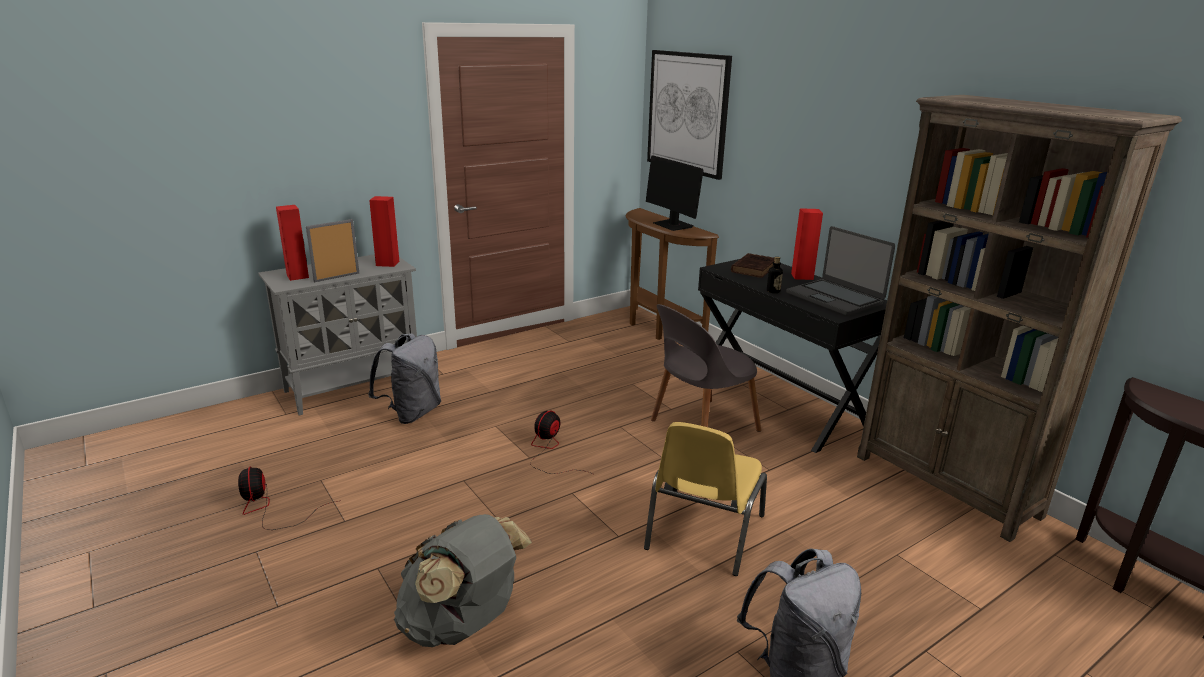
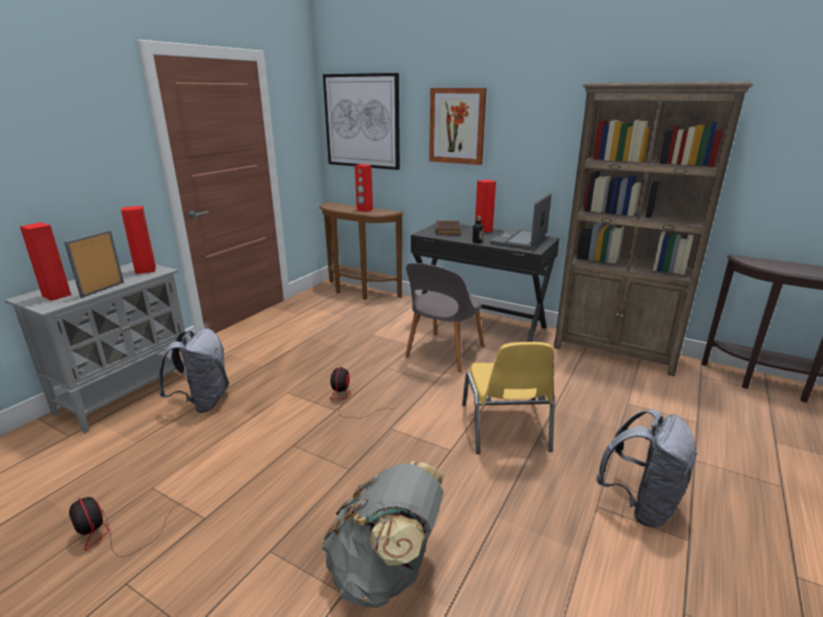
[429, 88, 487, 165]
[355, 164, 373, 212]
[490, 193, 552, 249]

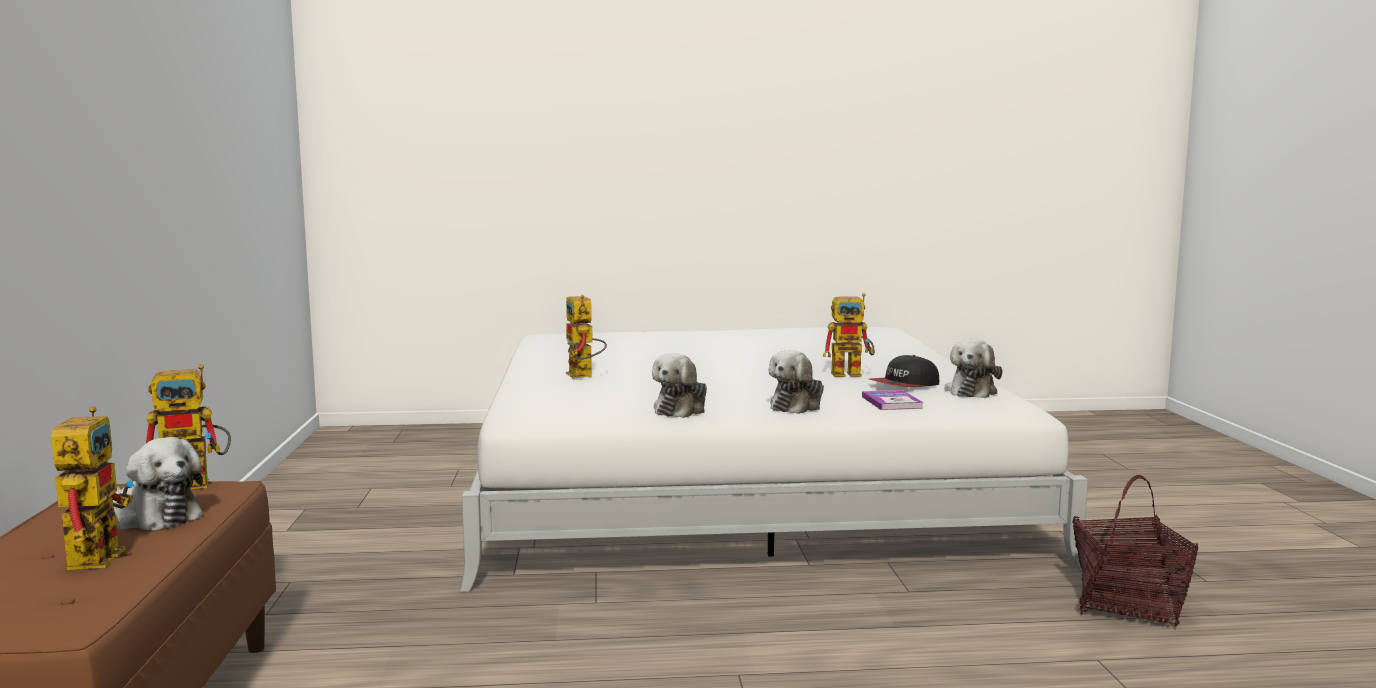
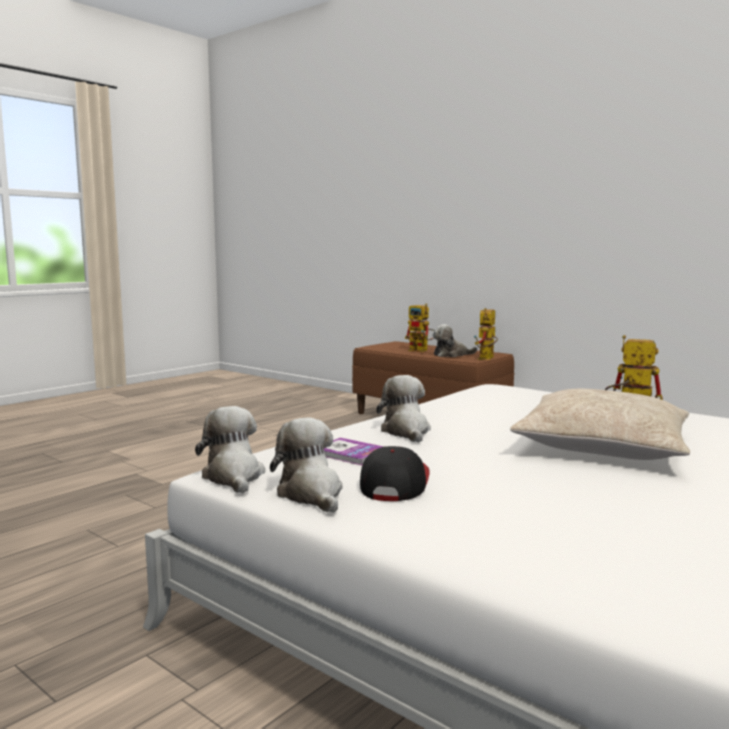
[823, 293, 875, 377] (first image)
[1072, 475, 1198, 627] (first image)
[510, 389, 690, 460]
[195, 406, 265, 493]

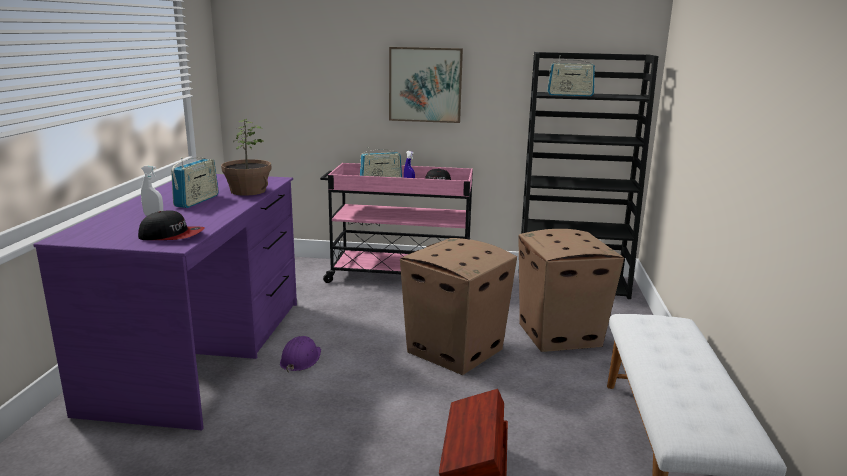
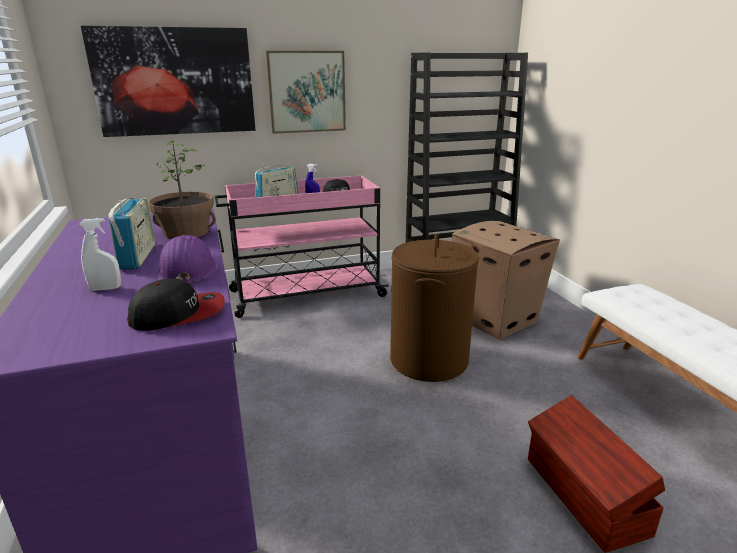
[547, 56, 595, 96] (first image)
[81, 26, 255, 137]
[157, 235, 216, 283]
[390, 233, 479, 382]

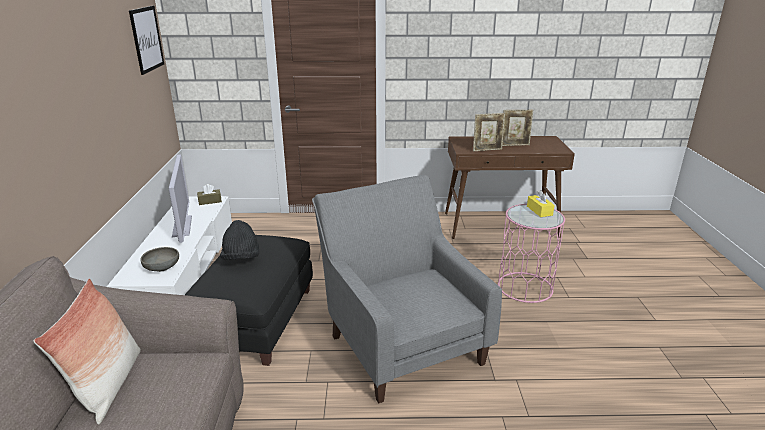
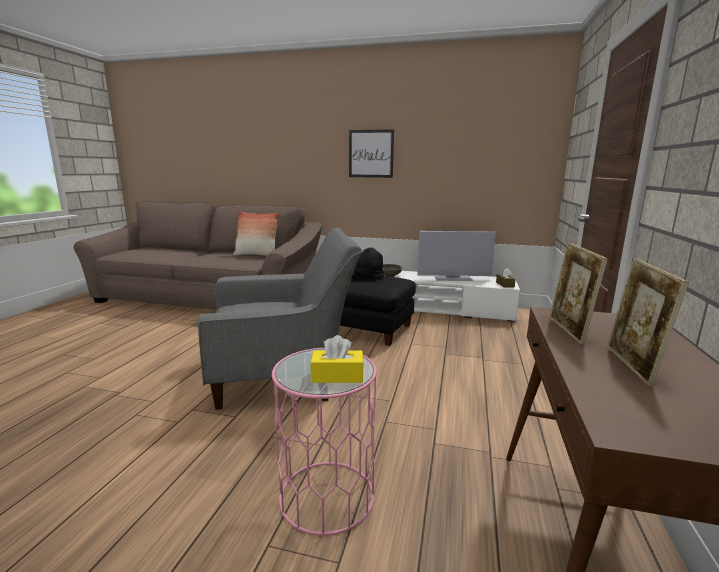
[349, 129, 394, 178]

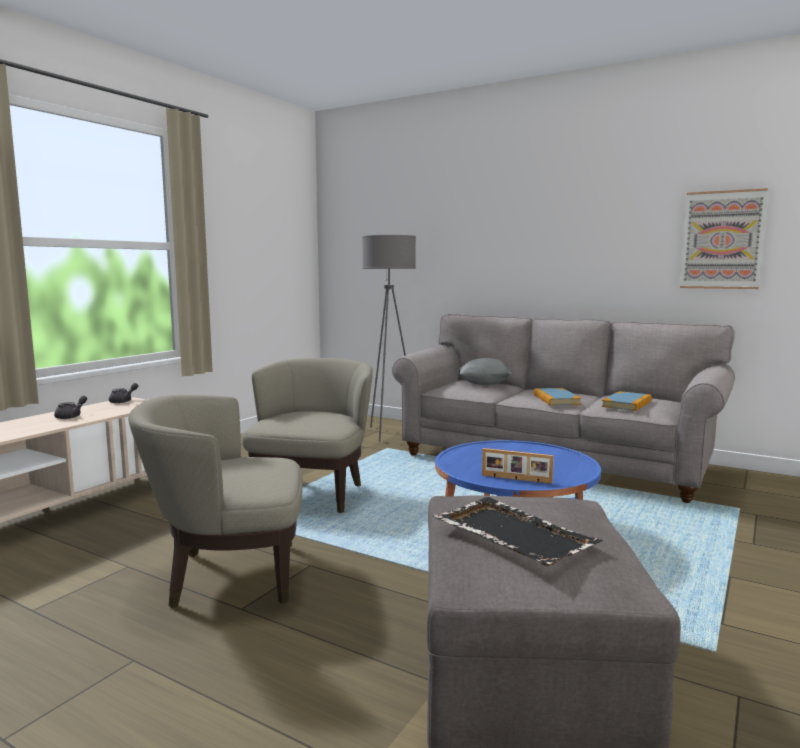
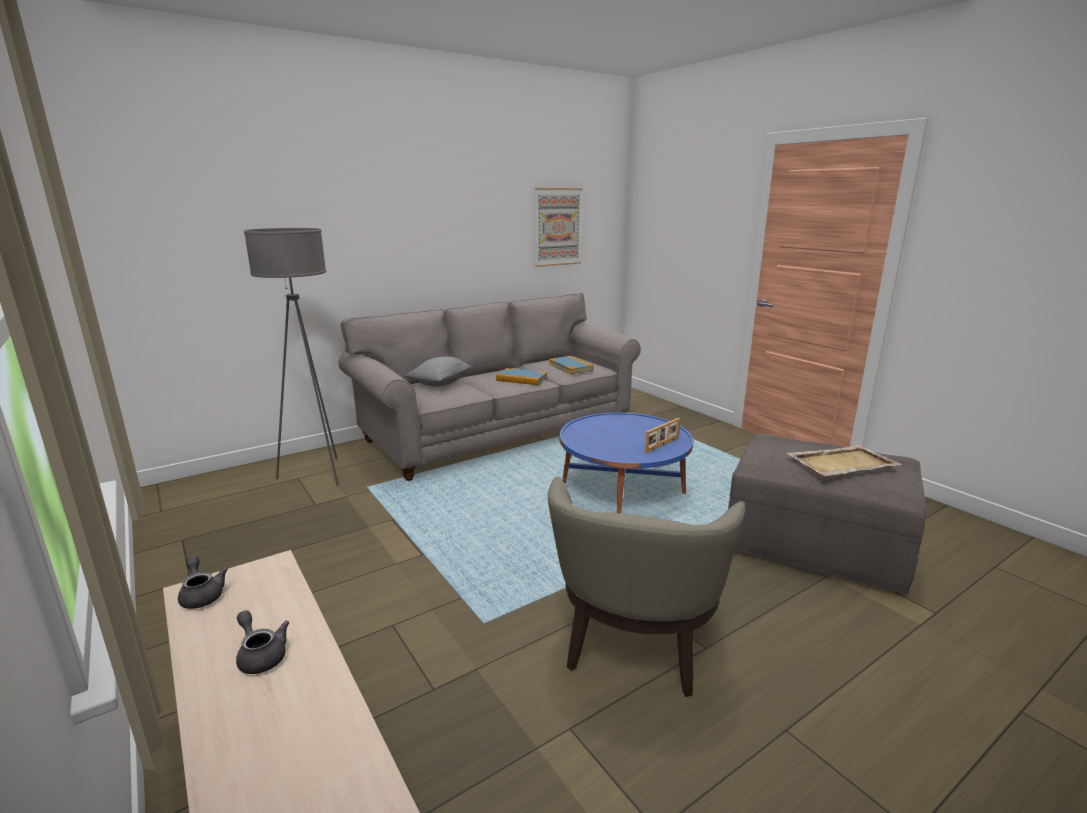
[242, 358, 373, 513] (first image)
[786, 445, 902, 476]

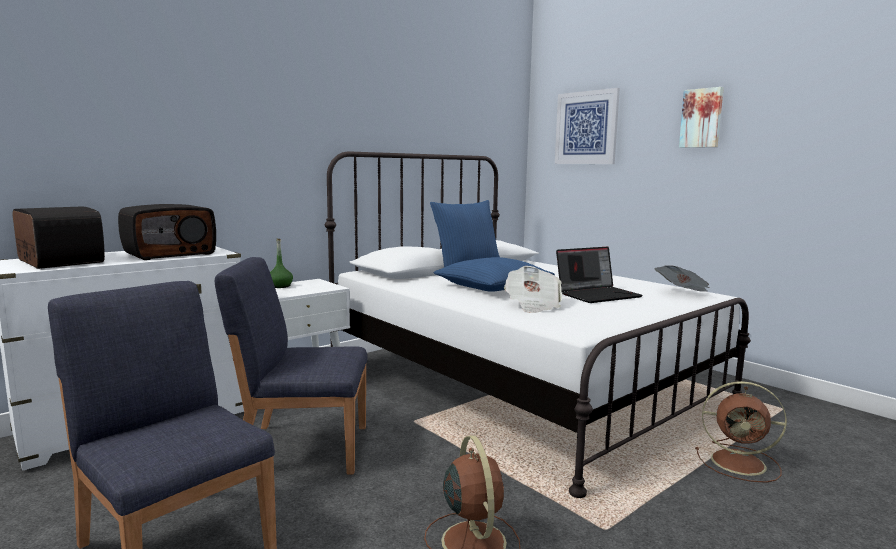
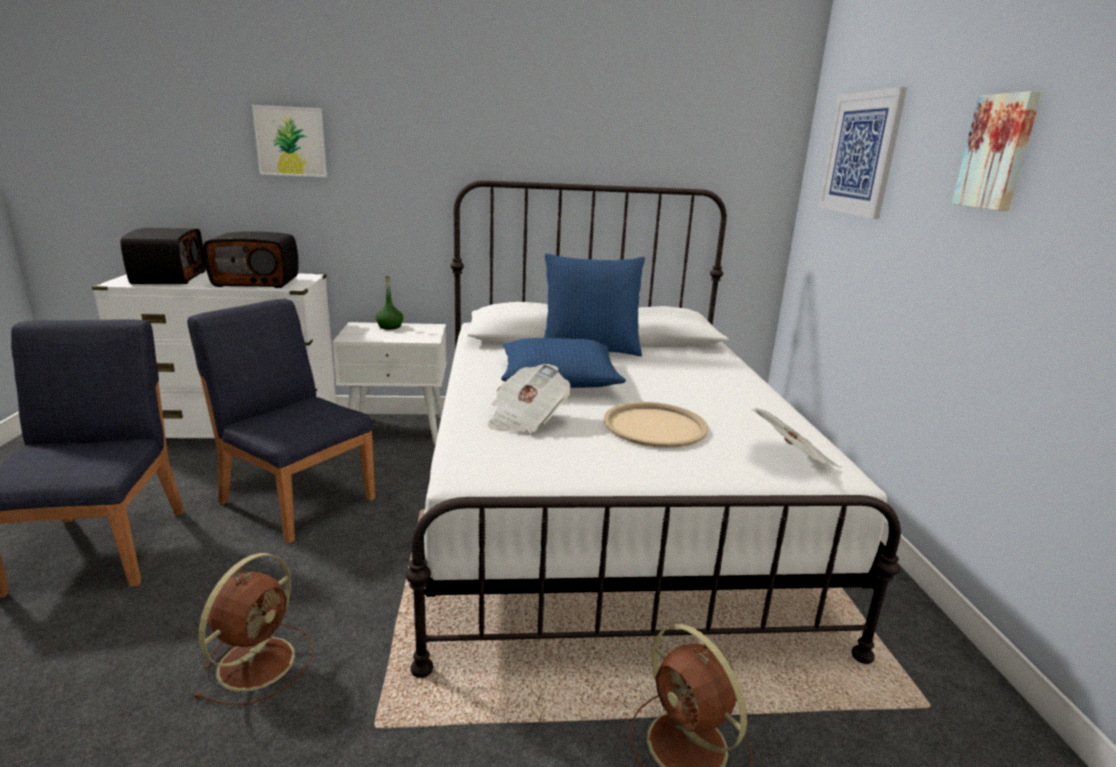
[252, 105, 327, 177]
[604, 402, 708, 448]

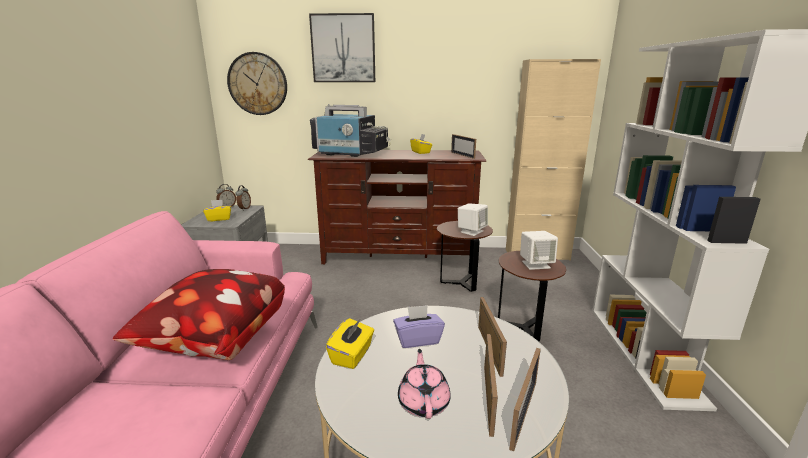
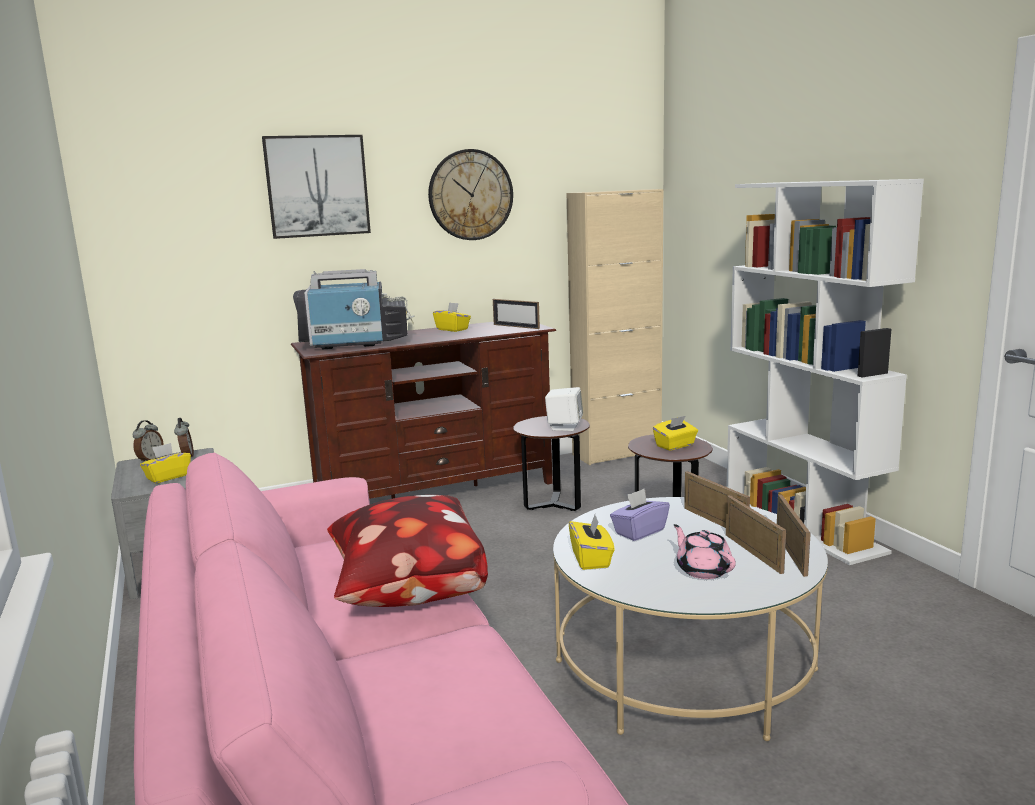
[428, 149, 513, 240]
[653, 416, 698, 451]

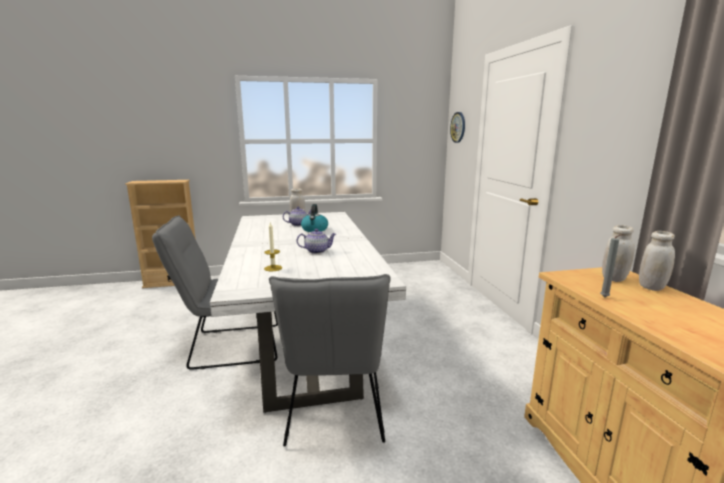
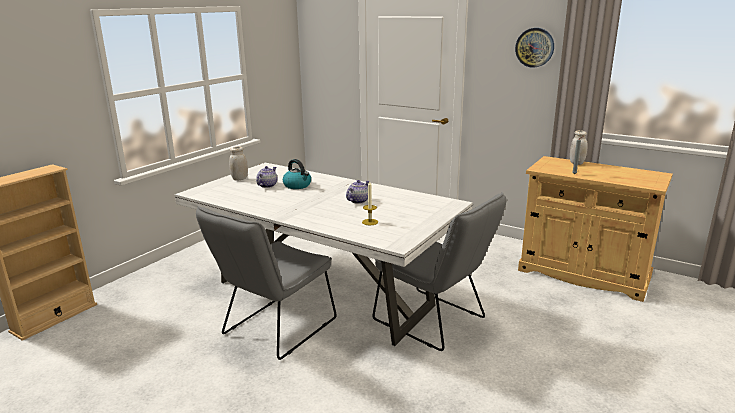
[602, 225, 635, 282] (first image)
[515, 28, 554, 68]

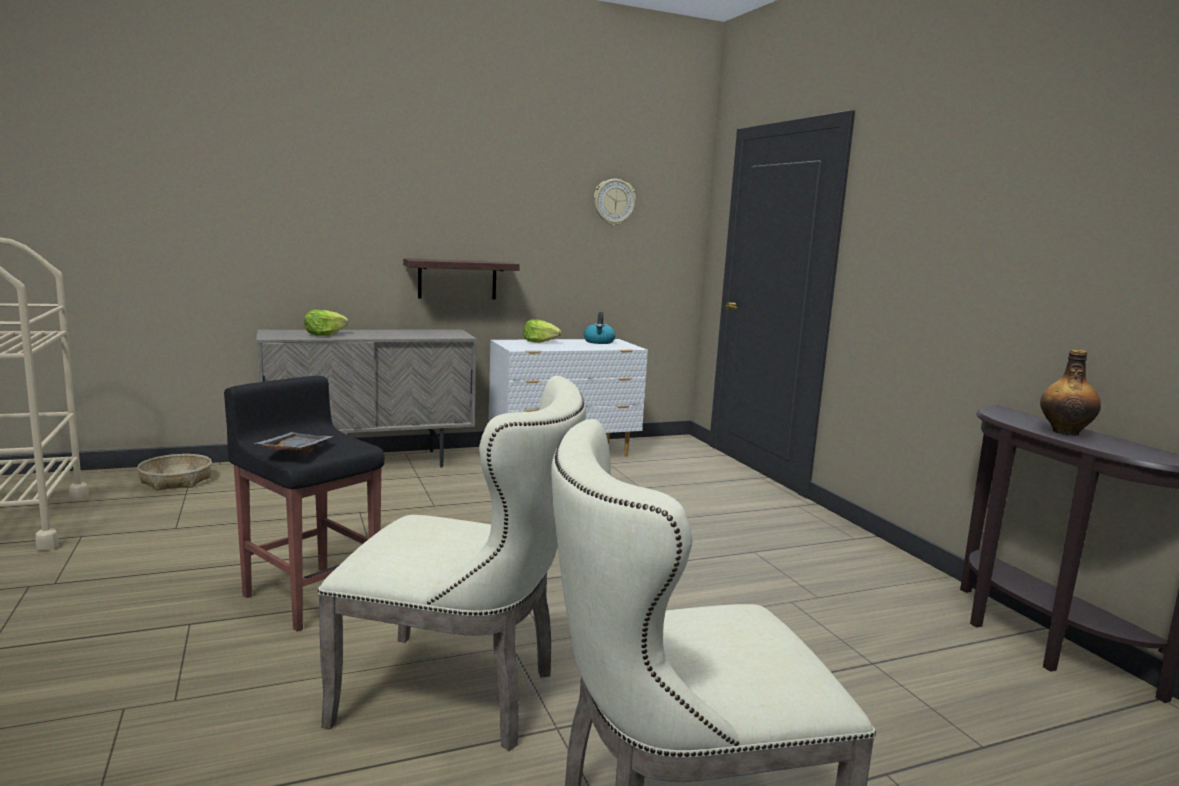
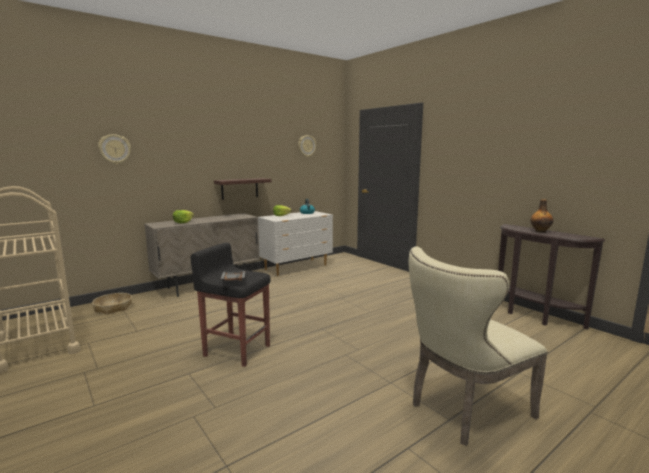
[318, 376, 586, 751] (first image)
[98, 134, 131, 164]

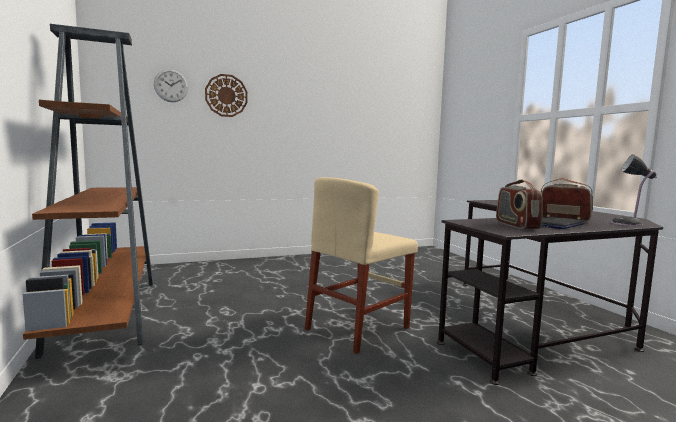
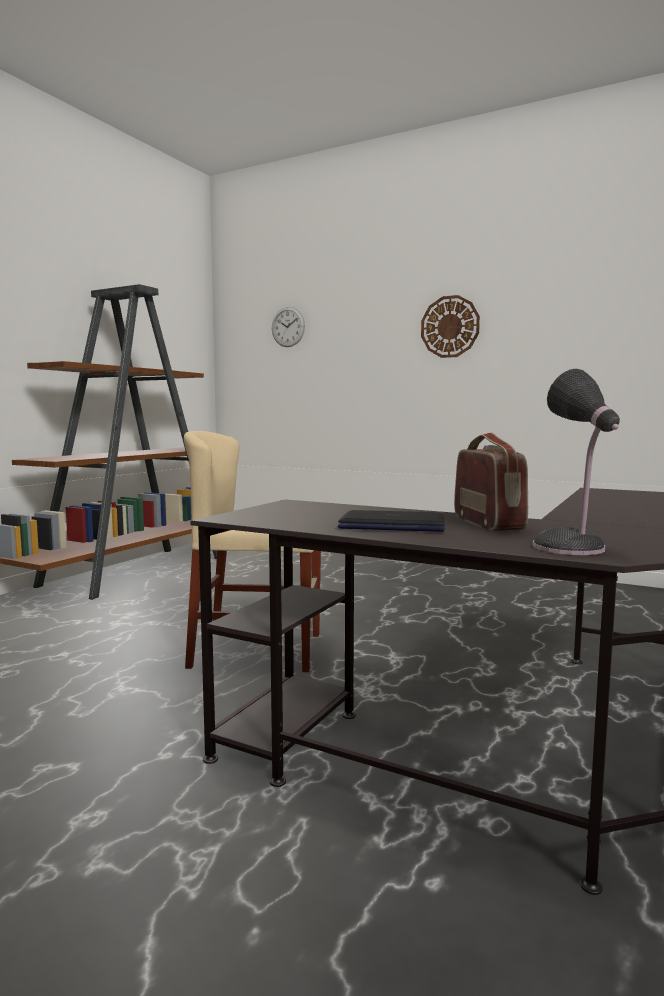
[496, 180, 543, 229] (first image)
[421, 295, 480, 358]

